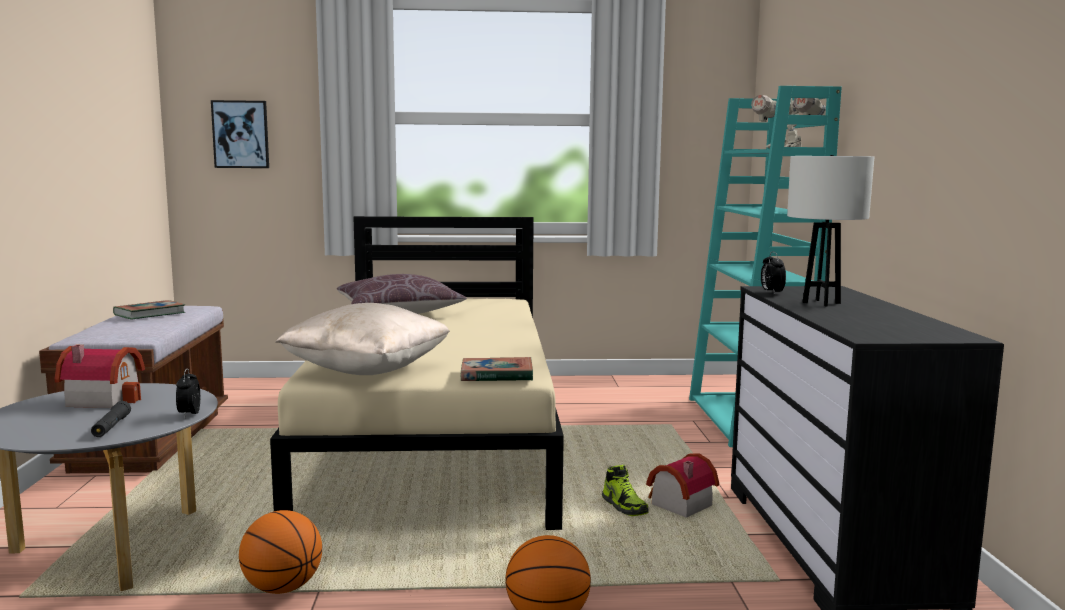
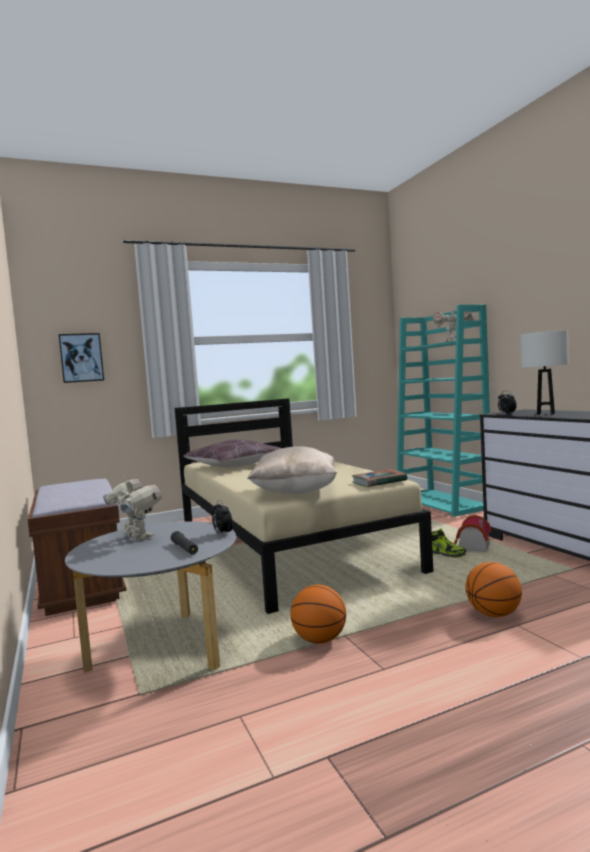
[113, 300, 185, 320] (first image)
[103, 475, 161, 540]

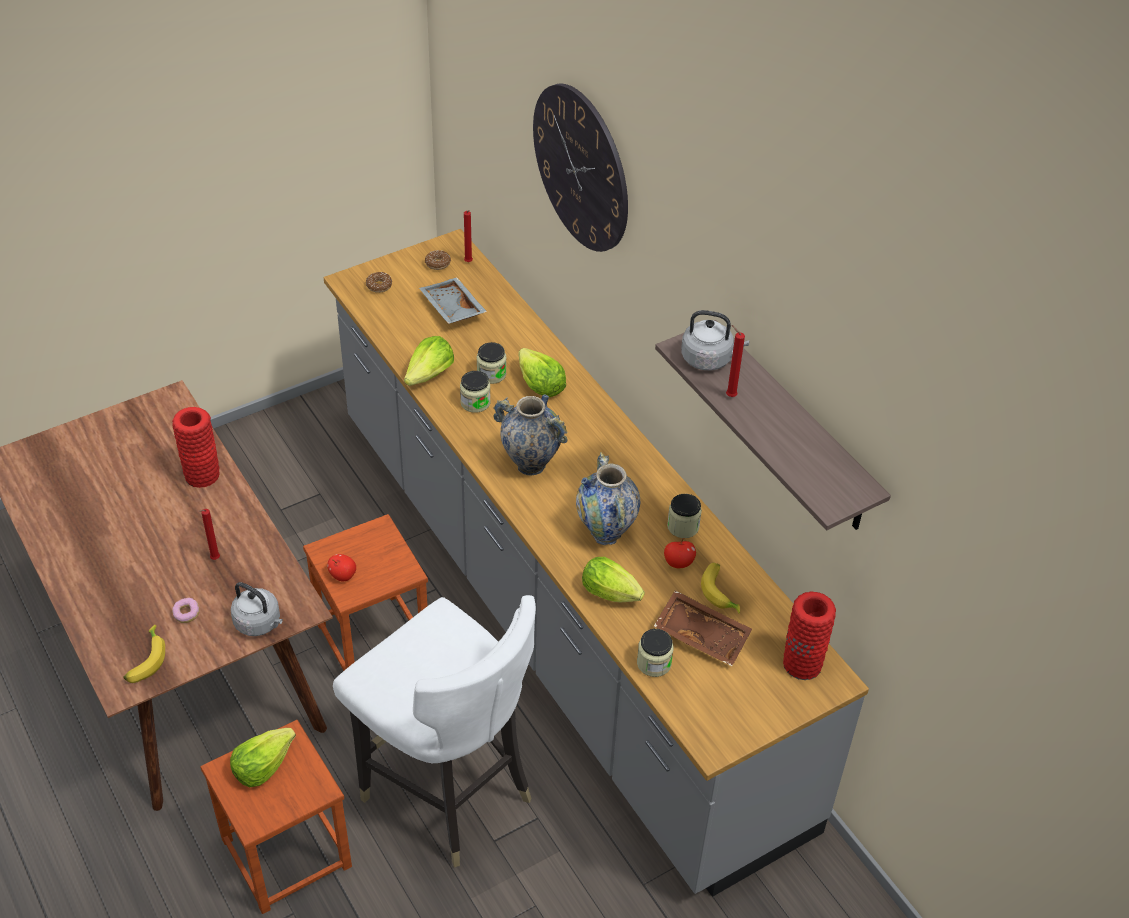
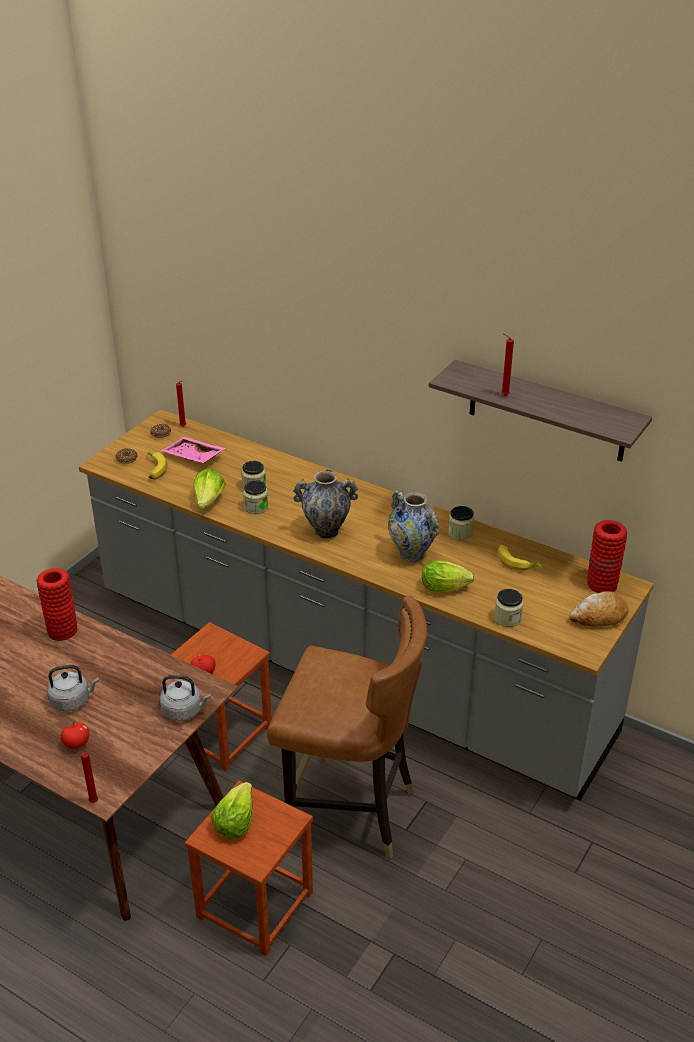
[172, 598, 200, 623] (first image)
[519, 348, 566, 397] (first image)
[533, 84, 628, 252] (first image)
[654, 590, 752, 666] (first image)
[569, 591, 629, 627]
[147, 449, 168, 480]
[81, 752, 98, 803]
[61, 721, 89, 749]
[47, 665, 99, 712]
[267, 595, 427, 859]
[161, 437, 225, 463]

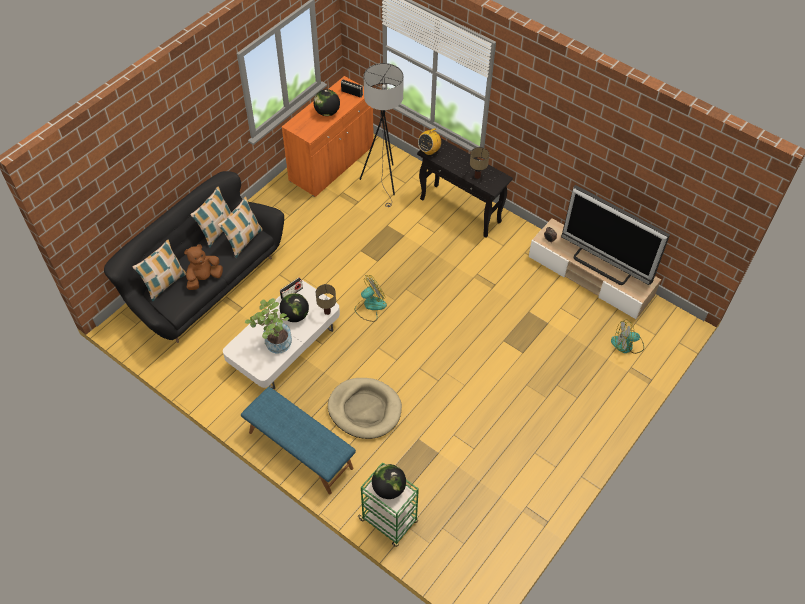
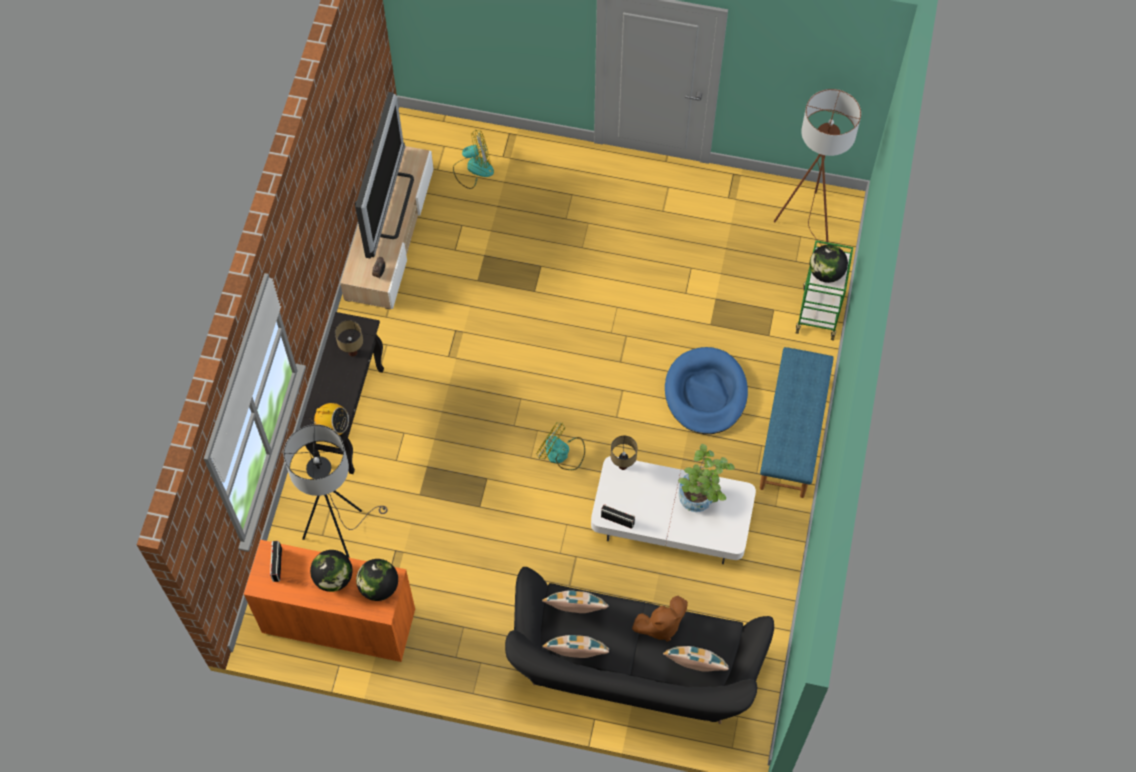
[774, 89, 861, 246]
[356, 559, 398, 601]
[665, 347, 748, 434]
[632, 596, 688, 642]
[453, 129, 494, 189]

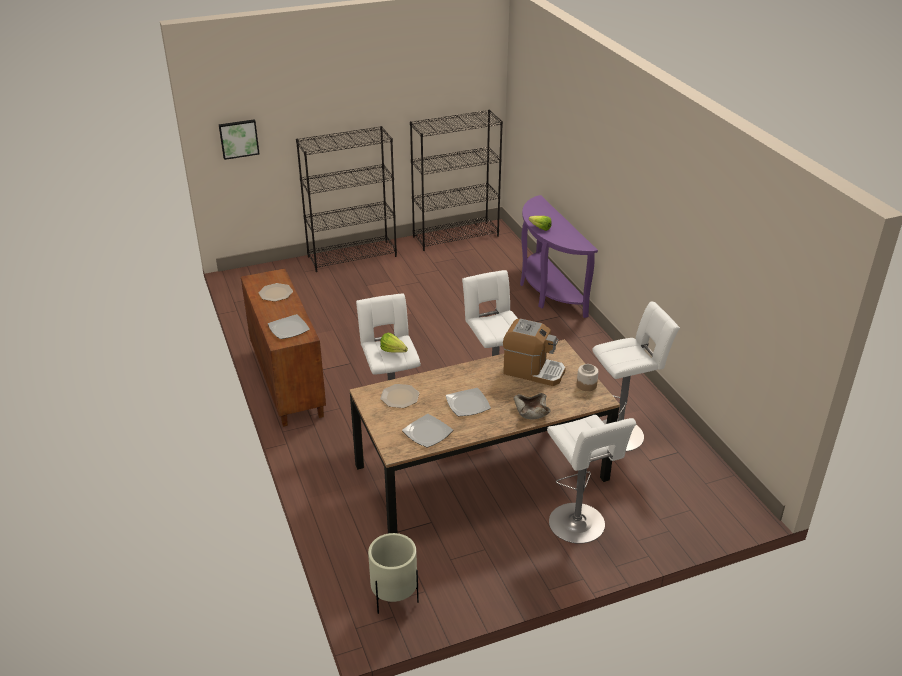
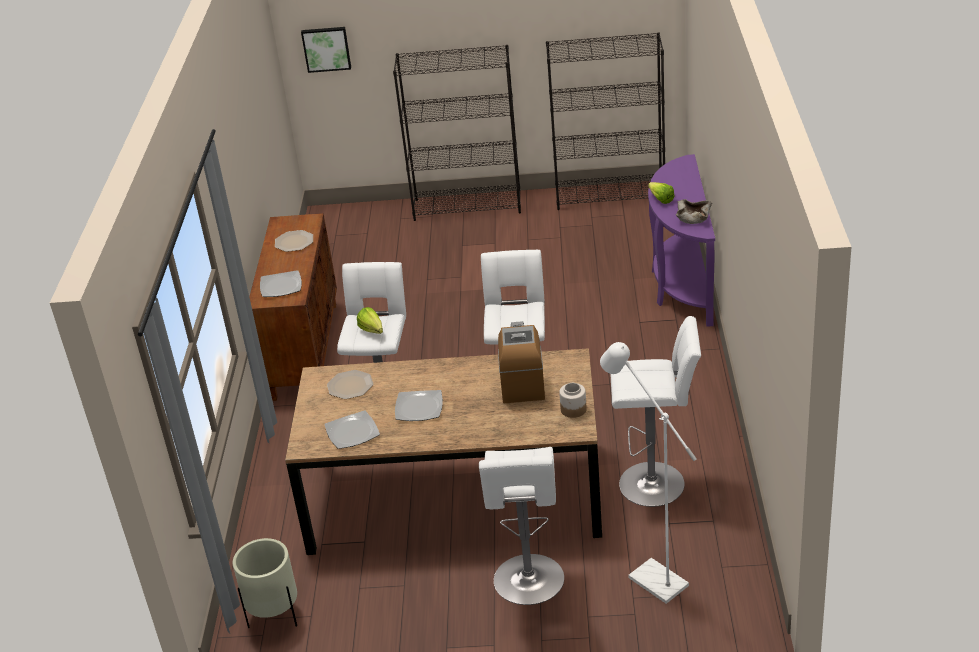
[600, 342, 697, 604]
[676, 199, 712, 224]
[498, 321, 545, 403]

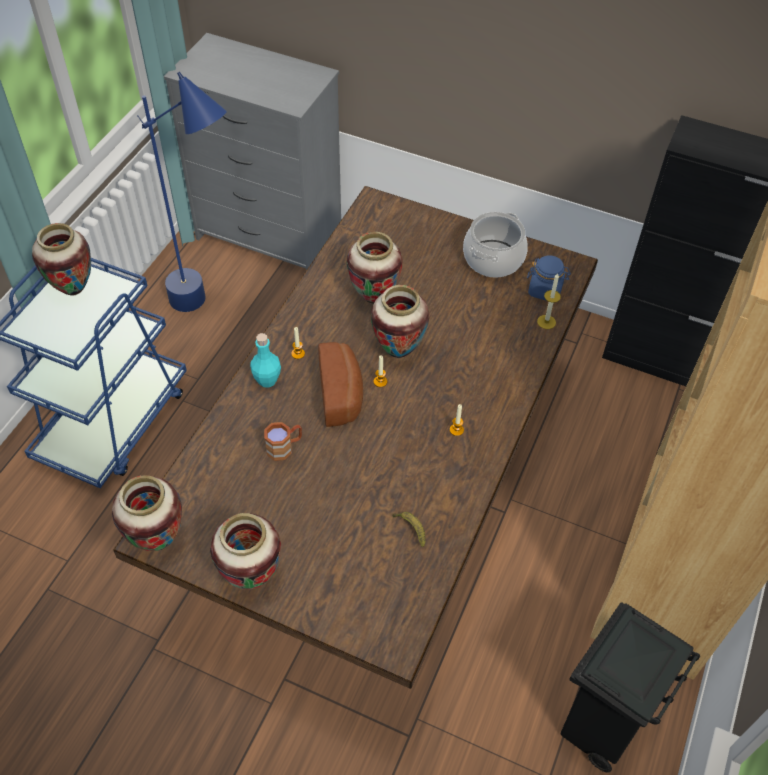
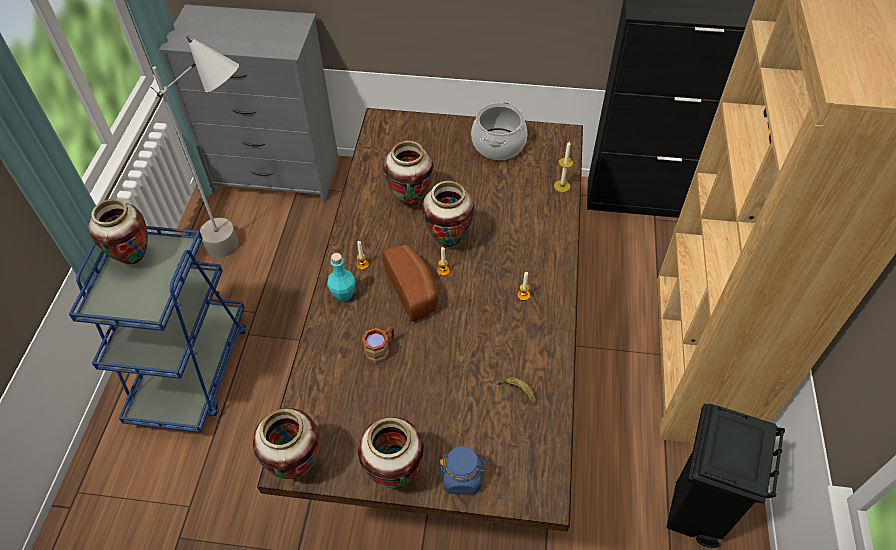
[438, 446, 487, 494]
[151, 36, 239, 258]

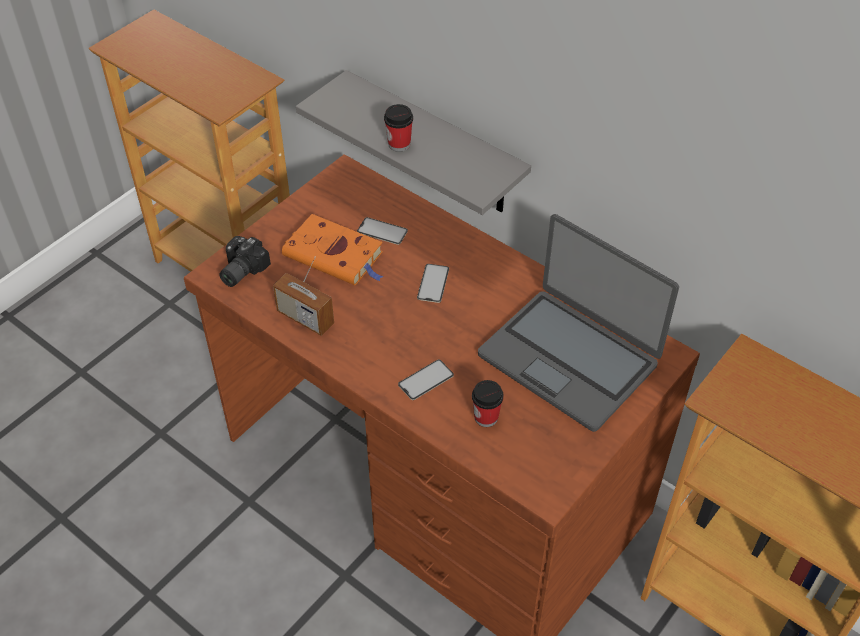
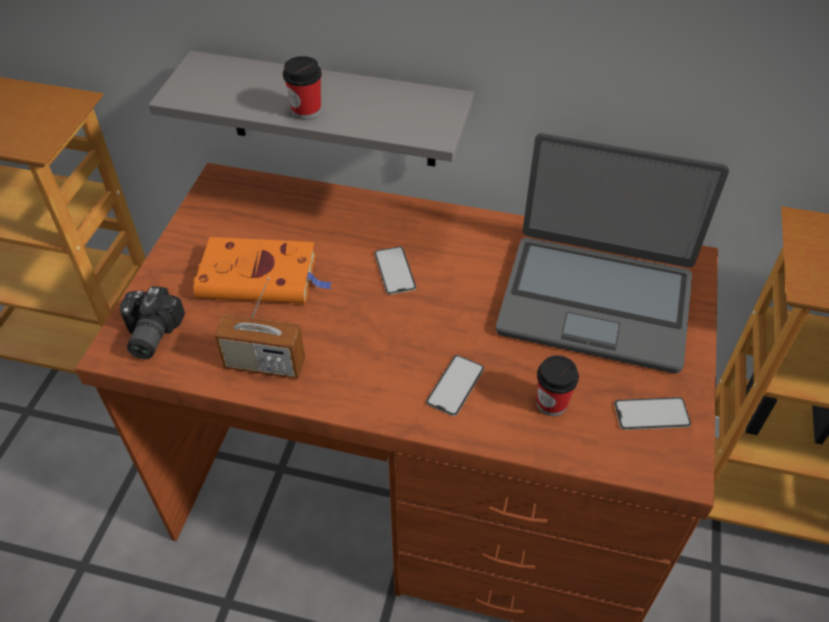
[614, 397, 691, 430]

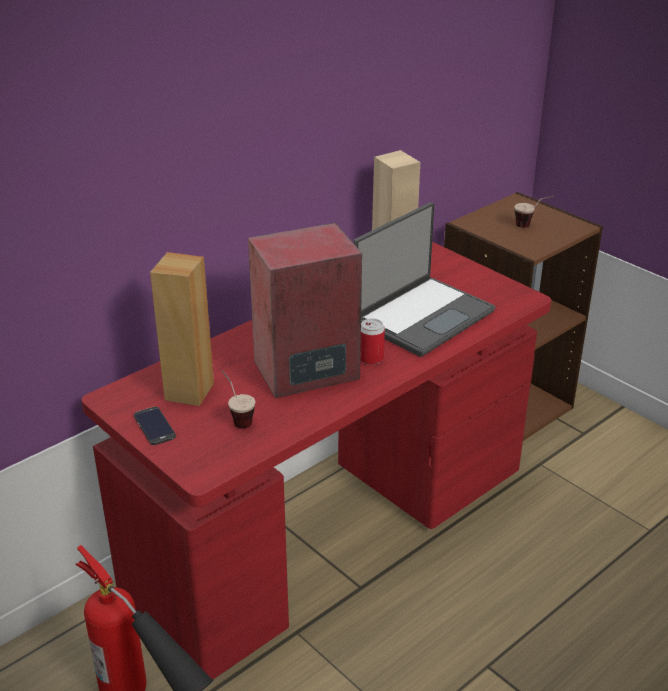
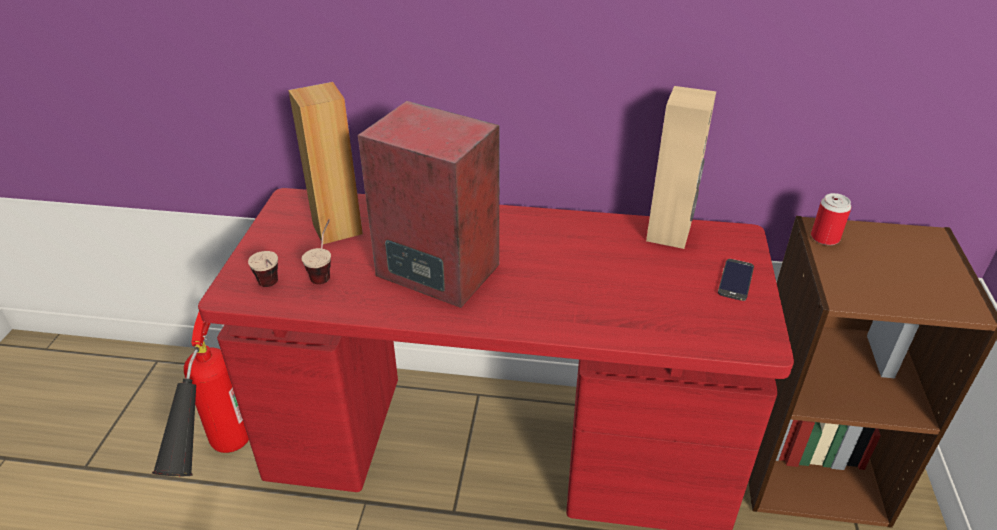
[353, 202, 495, 357] (first image)
[718, 259, 754, 301]
[811, 193, 851, 245]
[248, 251, 278, 287]

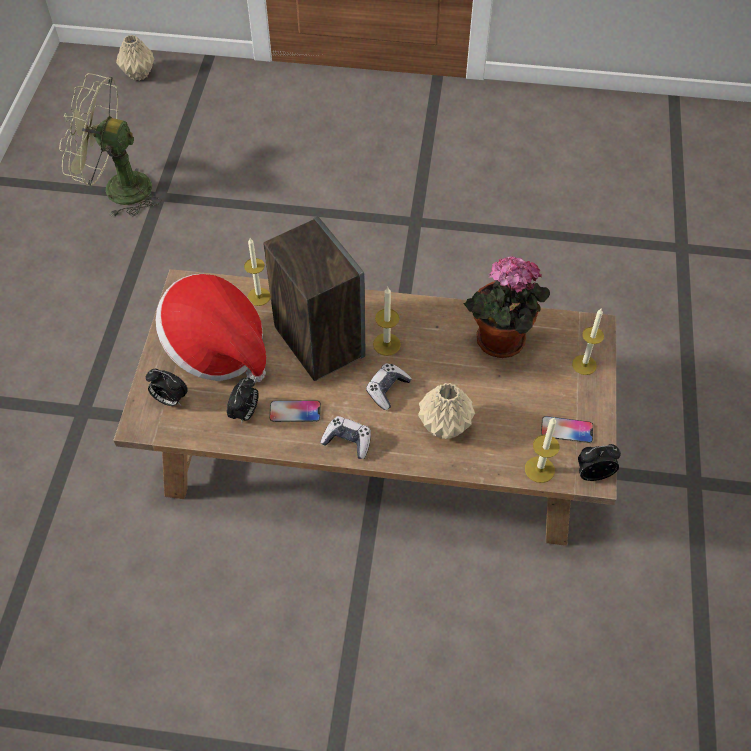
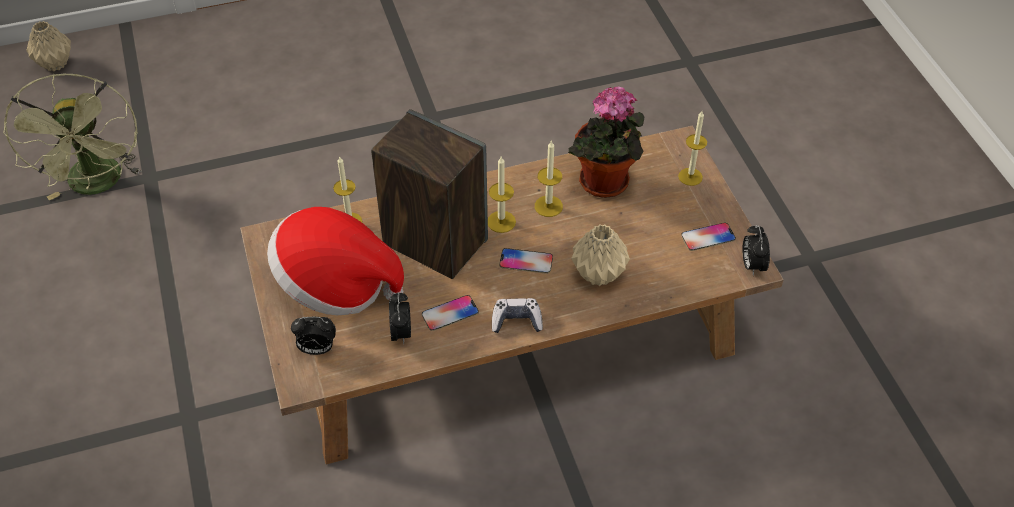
[535, 140, 563, 217]
[499, 248, 553, 274]
[3, 74, 142, 200]
[743, 225, 770, 276]

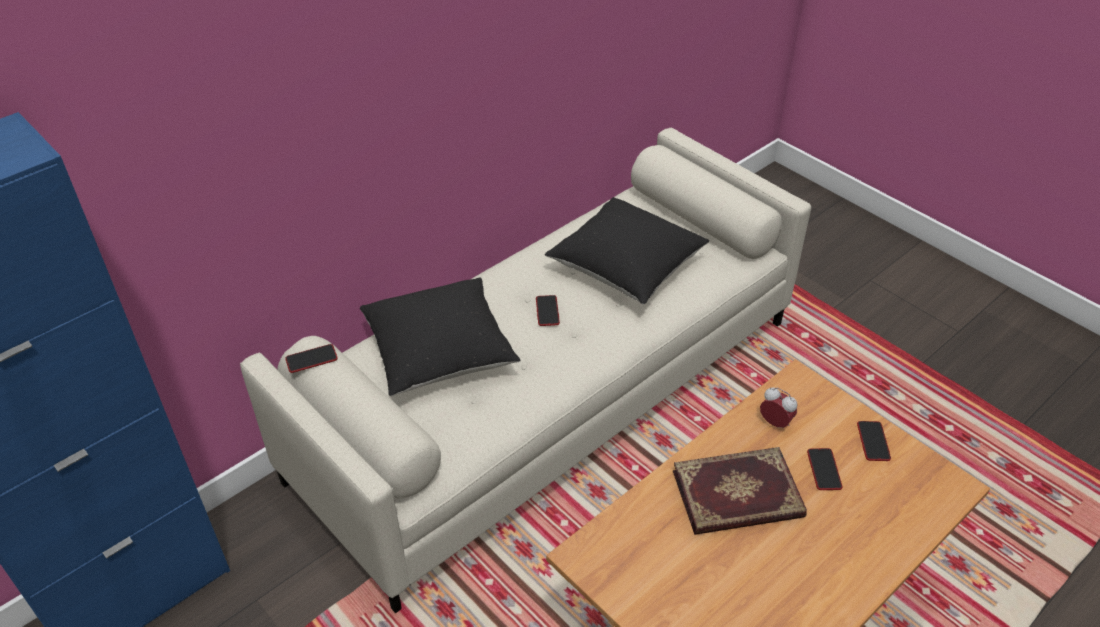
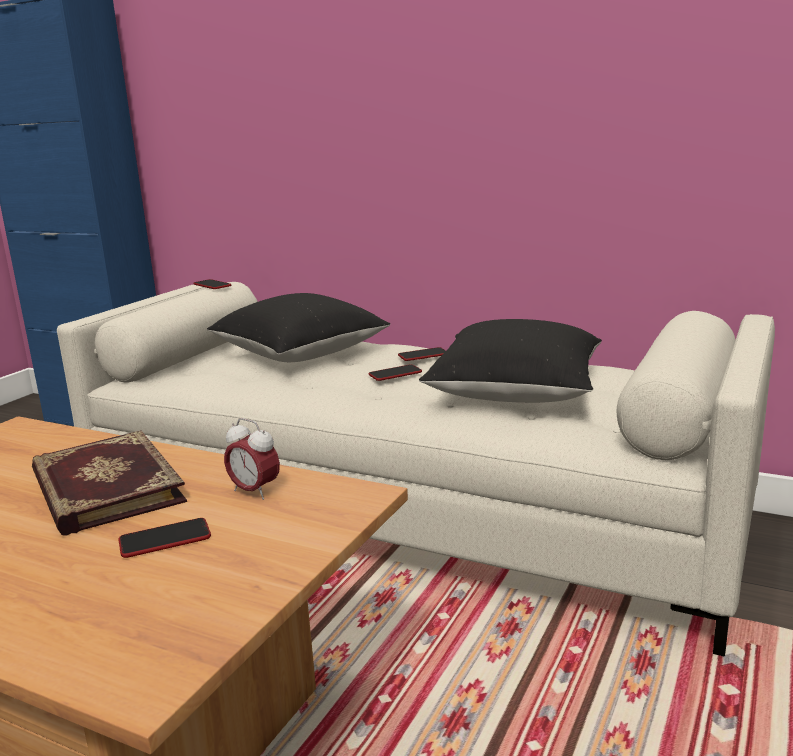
[398, 347, 446, 361]
[224, 418, 280, 500]

